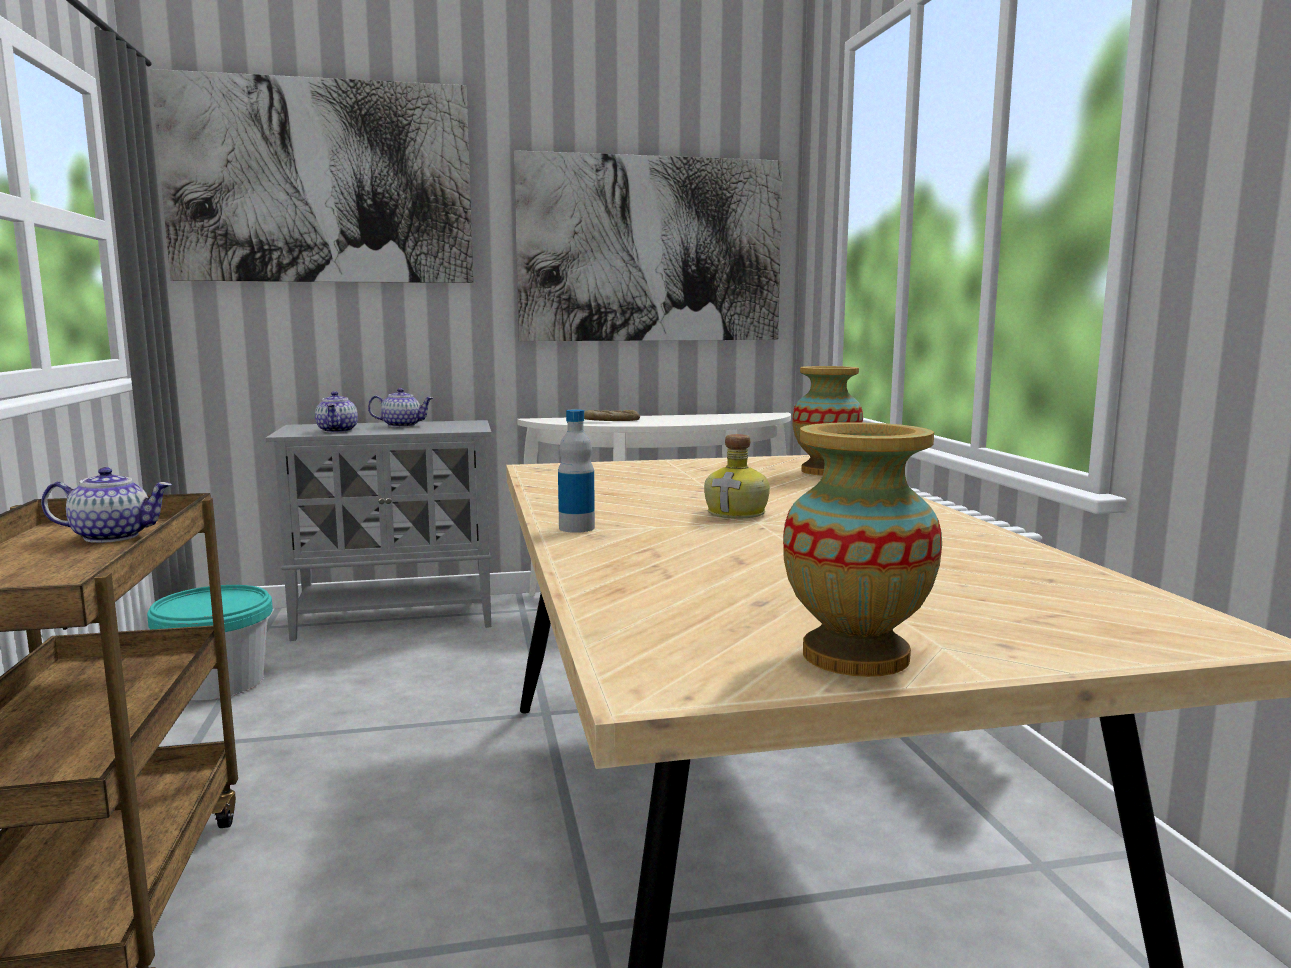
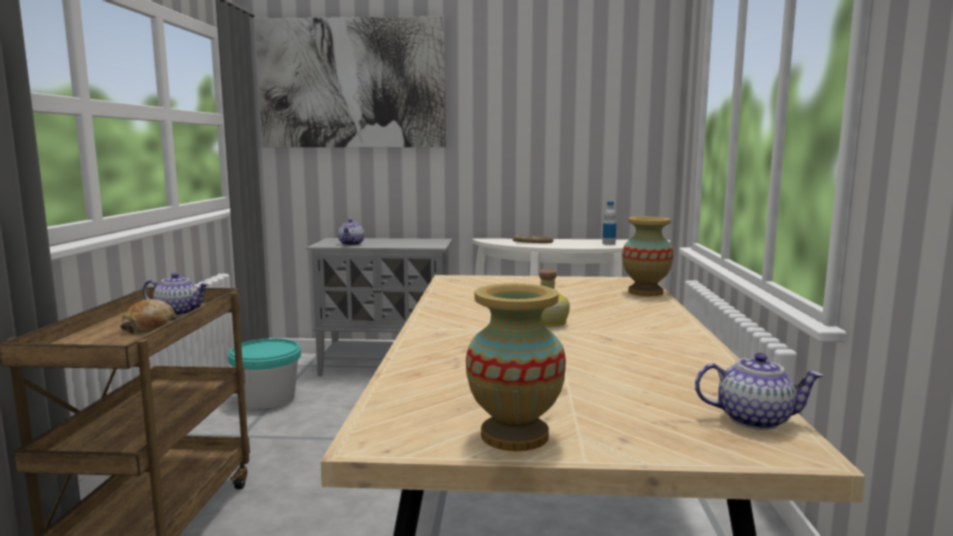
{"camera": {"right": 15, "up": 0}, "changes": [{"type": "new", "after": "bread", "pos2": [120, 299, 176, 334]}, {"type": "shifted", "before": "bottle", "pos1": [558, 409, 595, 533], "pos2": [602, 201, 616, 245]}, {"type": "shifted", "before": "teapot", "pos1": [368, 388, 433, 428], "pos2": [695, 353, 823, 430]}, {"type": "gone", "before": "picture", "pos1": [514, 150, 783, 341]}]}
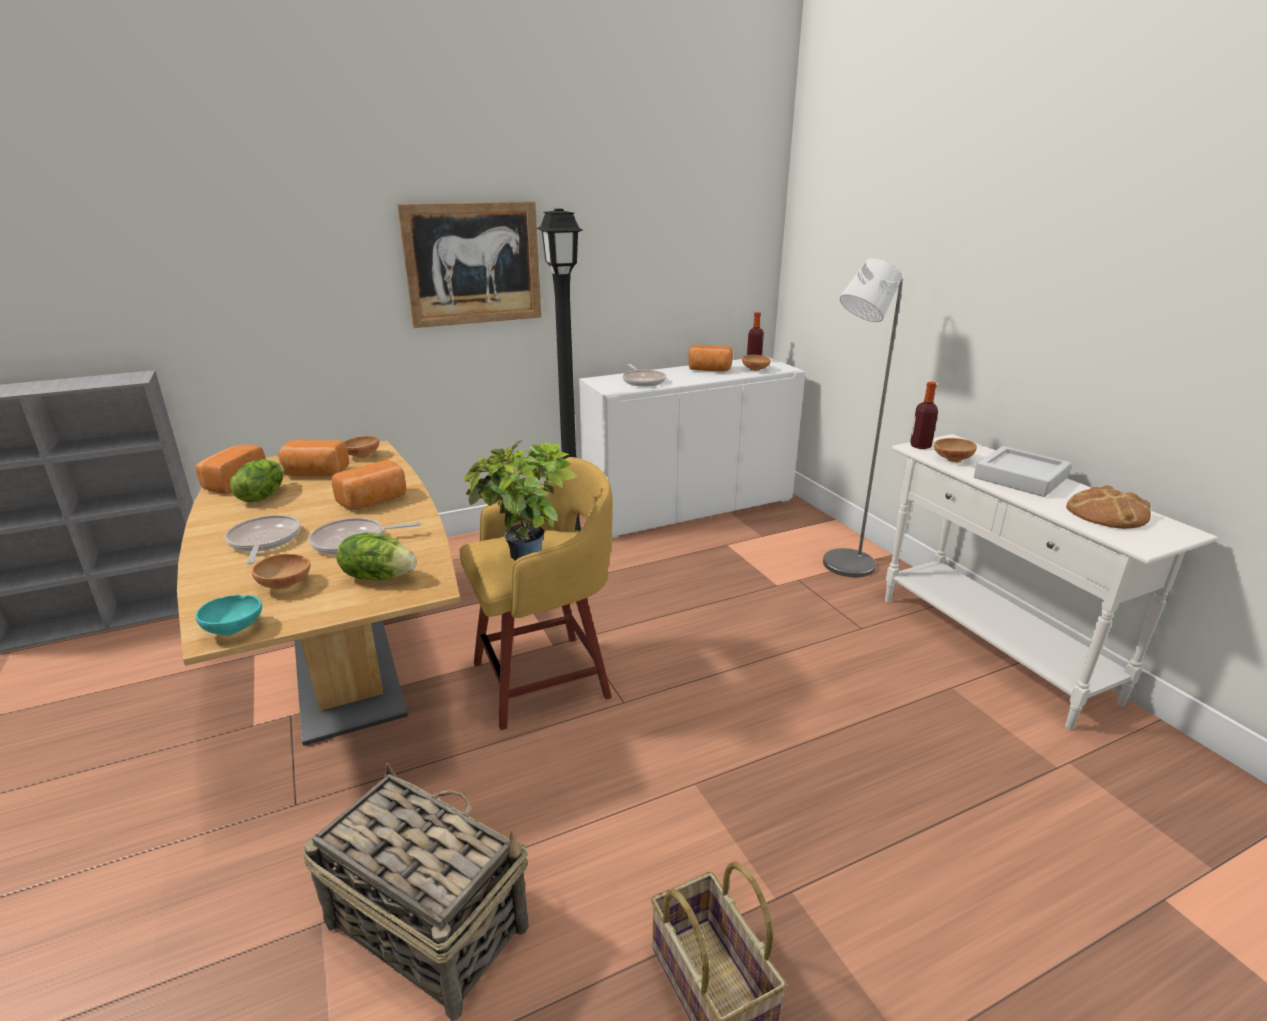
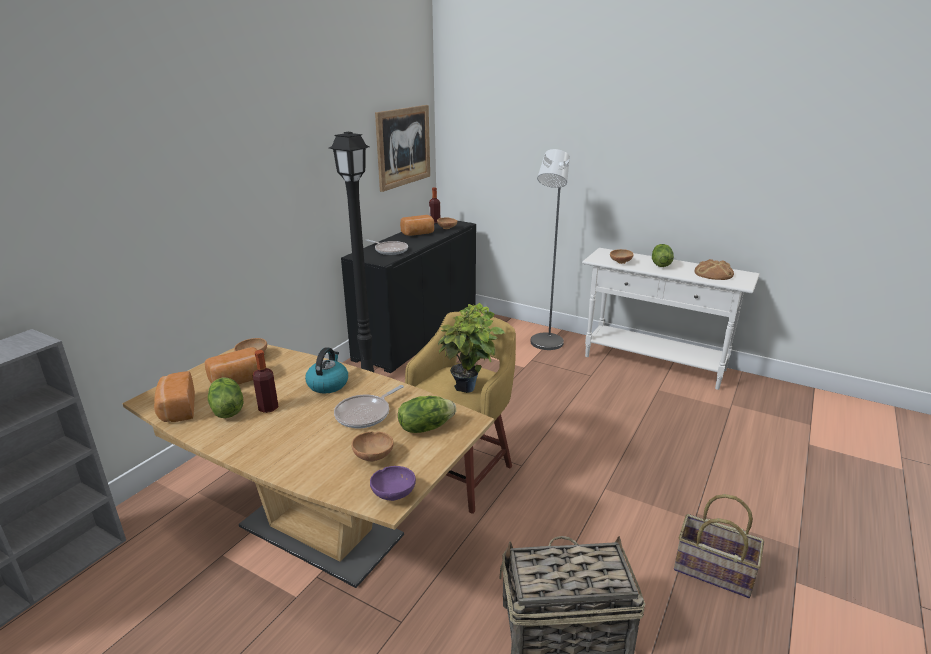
{"camera": {"right": -35, "up": 0}, "changes": [{"type": "shifted", "before": "bottle", "pos1": [910, 382, 938, 449], "pos2": [253, 350, 279, 413]}, {"type": "swapped", "before": "bread", "after": "kettle", "pos1": [332, 460, 406, 510], "pos2": [305, 347, 348, 393]}, {"type": "repainted", "before": "white cabinet", "after": "black cabinet", "pos1": [579, 356, 805, 538], "pos2": [341, 221, 476, 373]}, {"type": "repainted", "before": "turquoise bowl", "after": "purple bowl", "pos1": [196, 595, 262, 636], "pos2": [370, 466, 416, 501]}, {"type": "shifted", "before": "picture", "pos1": [397, 201, 542, 328], "pos2": [375, 105, 430, 192]}, {"type": "swapped", "before": "grey tray", "after": "lettuce", "pos1": [974, 446, 1072, 497], "pos2": [652, 244, 674, 267]}, {"type": "gone", "before": "frying pan", "pos1": [225, 515, 301, 564]}]}
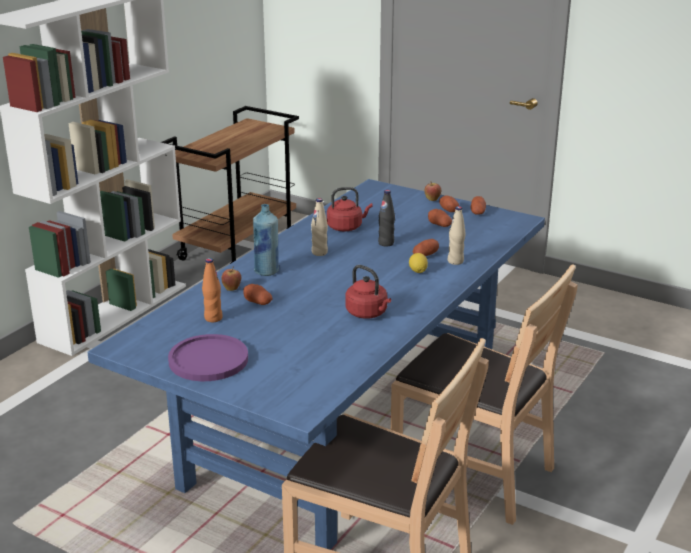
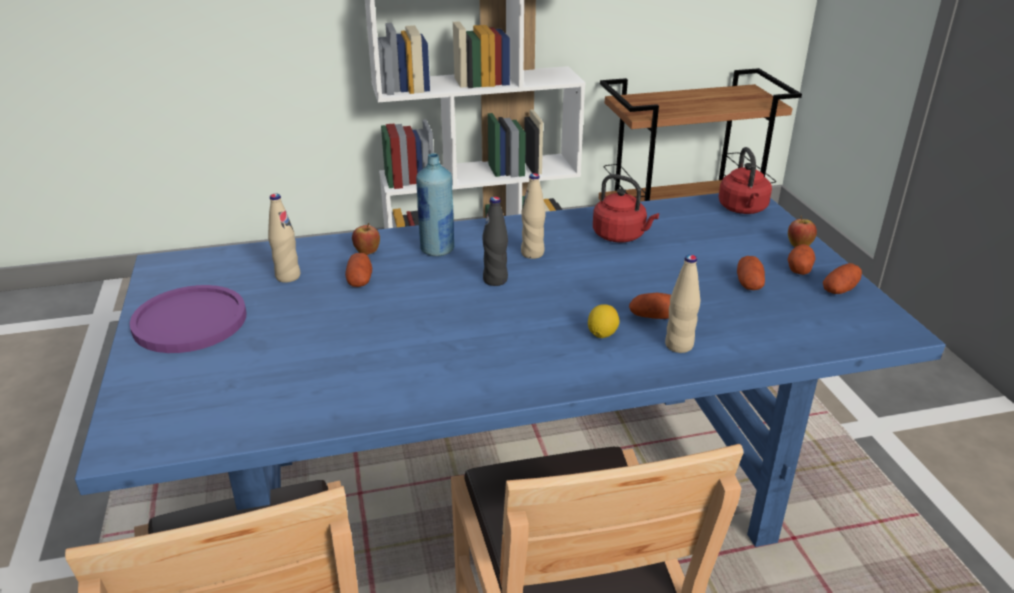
{"camera": {"right": 45, "up": 5}, "changes": [{"type": "repainted", "before": "orange bottle", "after": "beige bottle", "pos1": [202, 258, 223, 322], "pos2": [268, 194, 300, 283]}, {"type": "shifted", "before": "black bottle", "pos1": [378, 190, 395, 247], "pos2": [482, 197, 508, 286]}, {"type": "shifted", "before": "red kettle", "pos1": [346, 265, 391, 319], "pos2": [719, 147, 772, 214]}]}
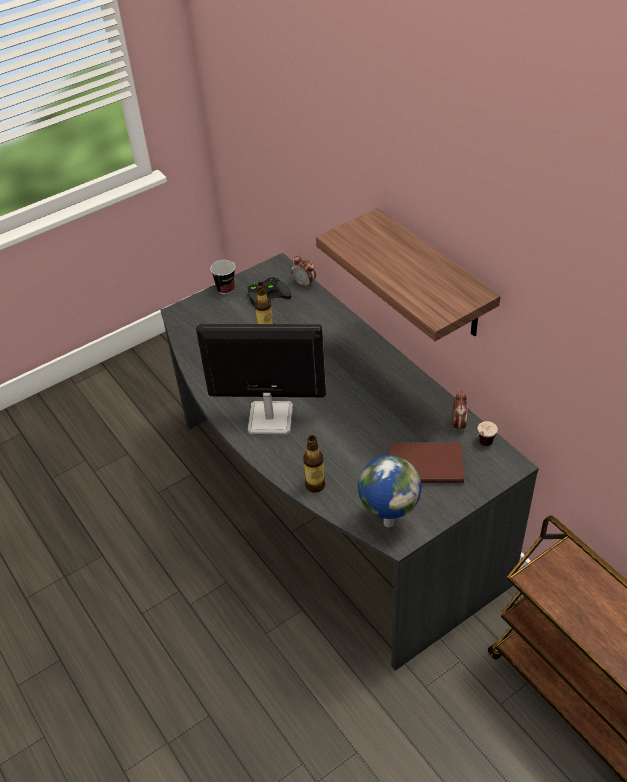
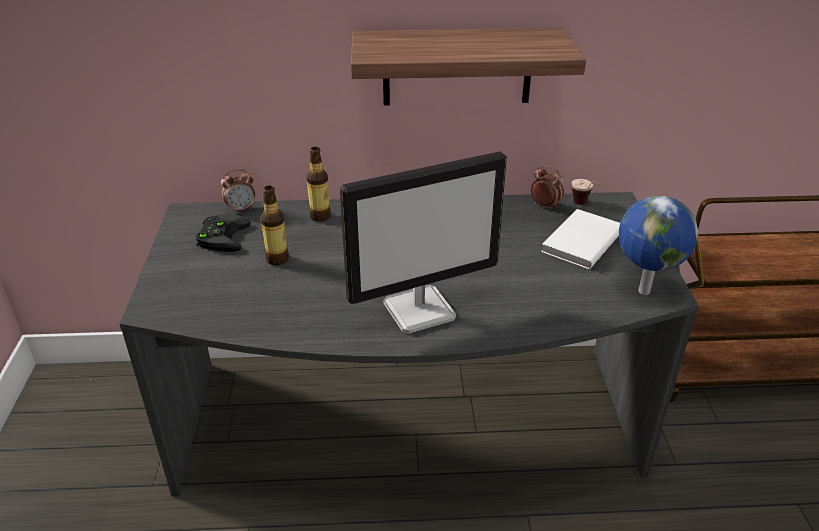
{"camera": {"right": -60, "up": -10}, "changes": [{"type": "shifted", "before": "bottle", "pos1": [303, 435, 325, 493], "pos2": [306, 147, 331, 222]}, {"type": "rotated", "before": "monitor", "pos1": [196, 324, 326, 435], "pos2": [340, 151, 507, 334], "turn": -150}, {"type": "repainted", "before": "brown book", "after": "white book", "pos1": [390, 443, 464, 483], "pos2": [541, 209, 620, 269]}, {"type": "gone", "before": "cup", "pos1": [210, 260, 235, 295]}]}
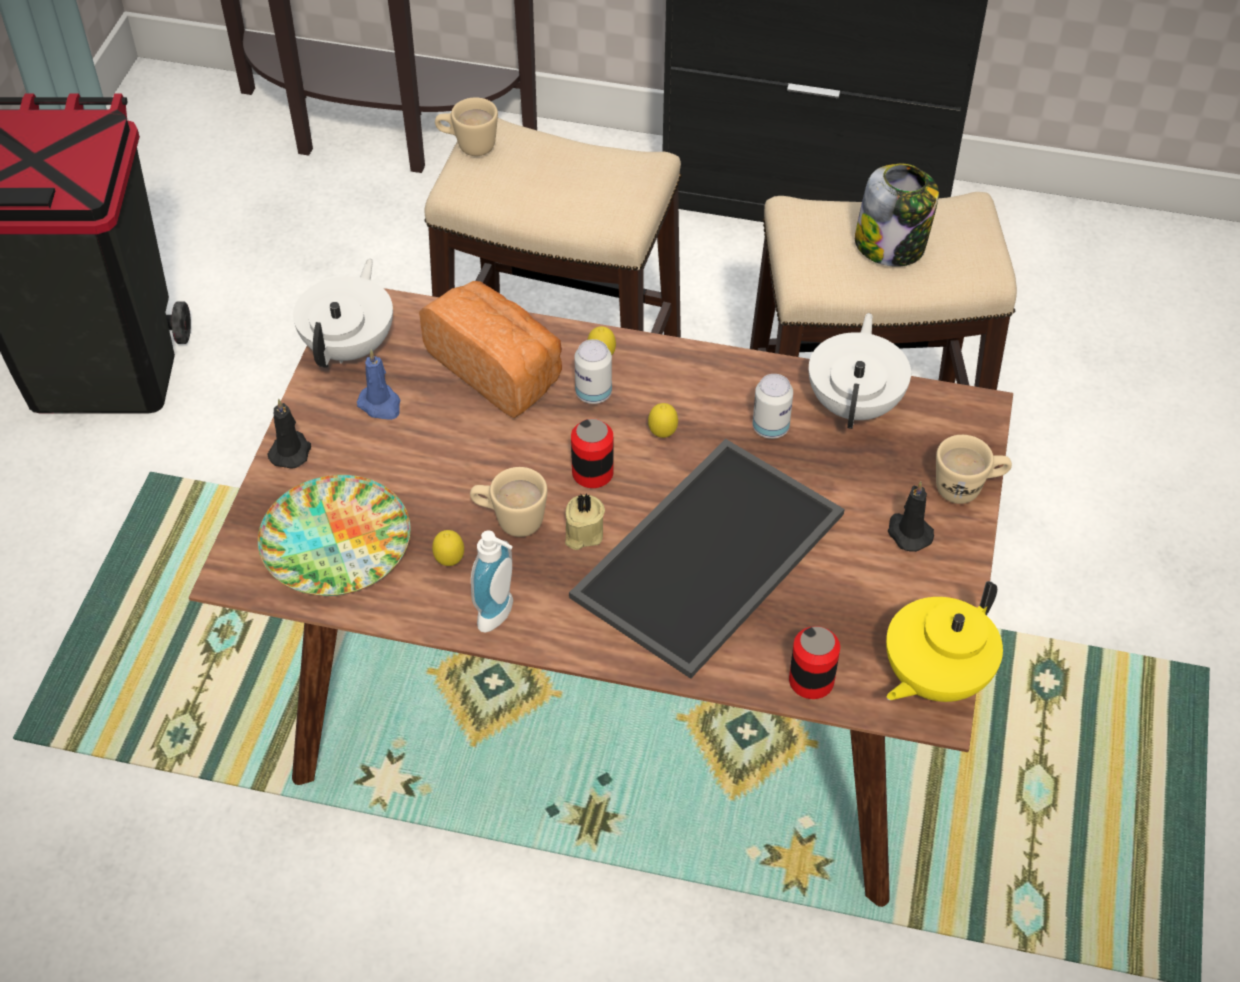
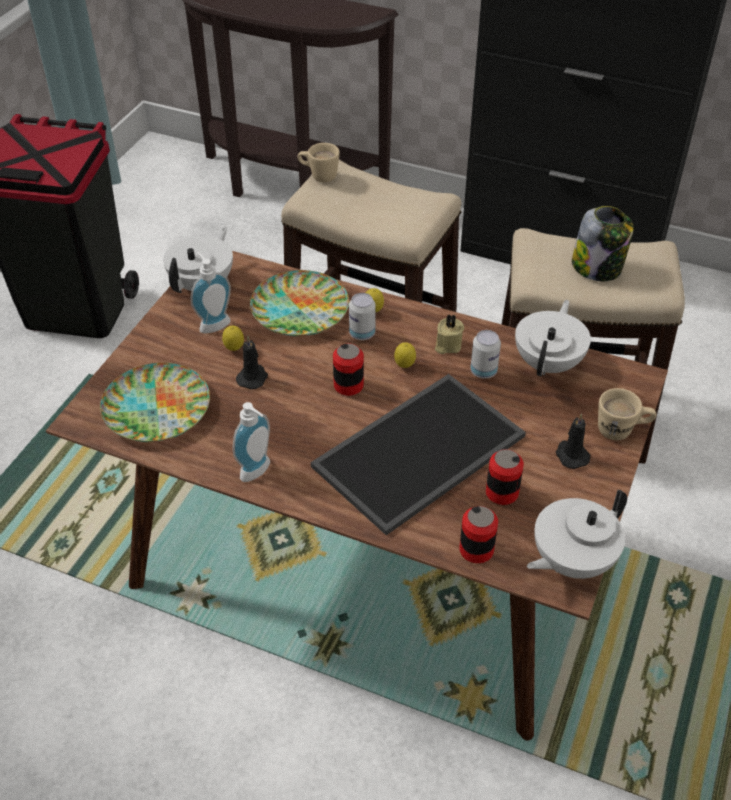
{"camera": {"right": 10, "up": -5}, "changes": [{"type": "swapped", "before": "blue candle", "after": "soap dispenser", "pos1": [357, 350, 400, 420], "pos2": [191, 252, 231, 334]}, {"type": "shifted", "before": "lemon", "pos1": [432, 530, 464, 566], "pos2": [222, 326, 244, 351]}, {"type": "shifted", "before": "black candle", "pos1": [268, 399, 311, 469], "pos2": [236, 336, 268, 389]}, {"type": "swapped", "before": "bread", "after": "plate", "pos1": [419, 281, 562, 418], "pos2": [250, 270, 349, 336]}, {"type": "shifted", "before": "beige candle", "pos1": [565, 493, 605, 550], "pos2": [435, 314, 464, 354]}, {"type": "new", "after": "can", "pos2": [486, 449, 524, 505]}, {"type": "repainted", "before": "yellow teapot", "after": "white teapot", "pos1": [886, 581, 1003, 702], "pos2": [527, 490, 627, 579]}, {"type": "gone", "before": "beige mug", "pos1": [470, 467, 547, 537]}]}
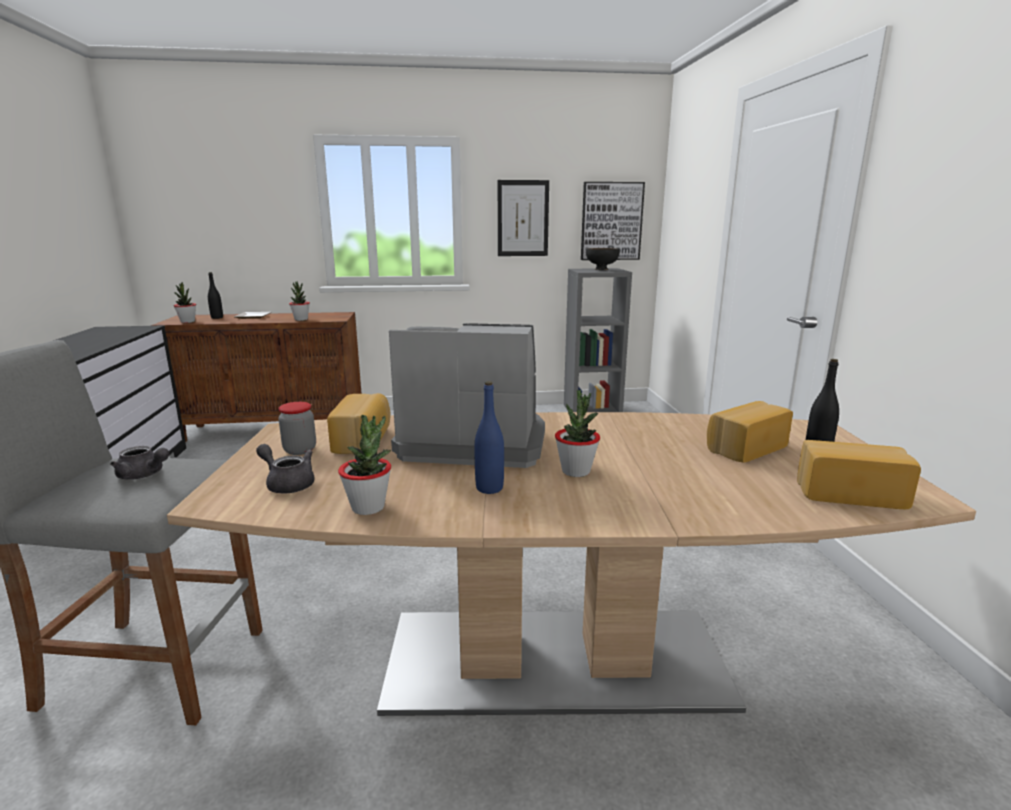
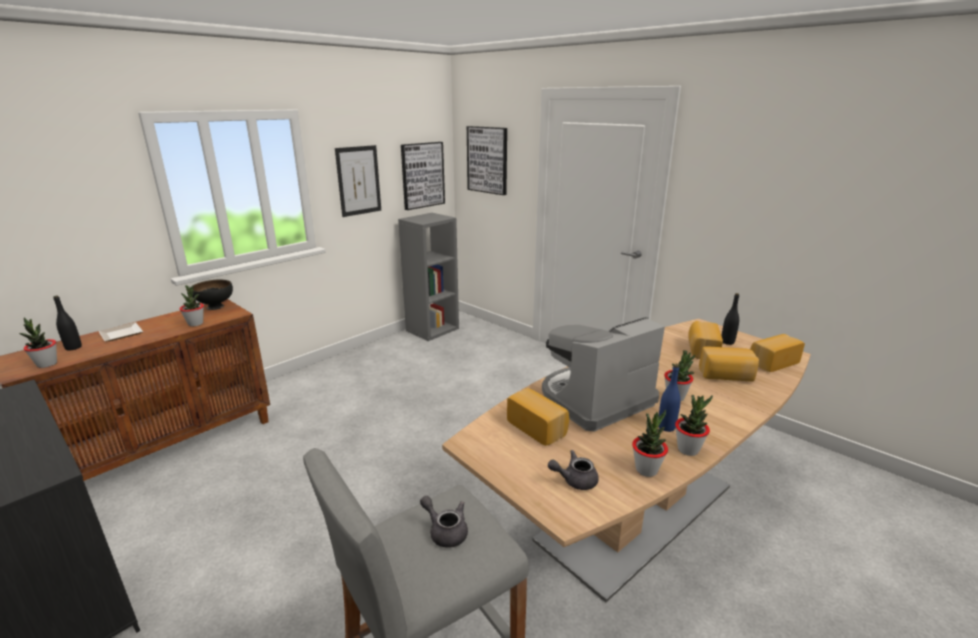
{"camera": {"right": -40, "up": 5}, "changes": [{"type": "shifted", "before": "black bowl", "pos1": [586, 248, 620, 270], "pos2": [191, 280, 233, 310]}, {"type": "rotated", "before": "grey teapot", "pos1": [110, 446, 169, 480], "pos2": [420, 496, 468, 548], "turn": -120}, {"type": "new", "after": "picture", "pos2": [467, 126, 507, 195]}, {"type": "new", "after": "potted plant", "pos2": [675, 395, 713, 456]}, {"type": "new", "after": "bread", "pos2": [699, 346, 759, 382]}, {"type": "gone", "before": "jar", "pos1": [278, 402, 316, 455]}]}
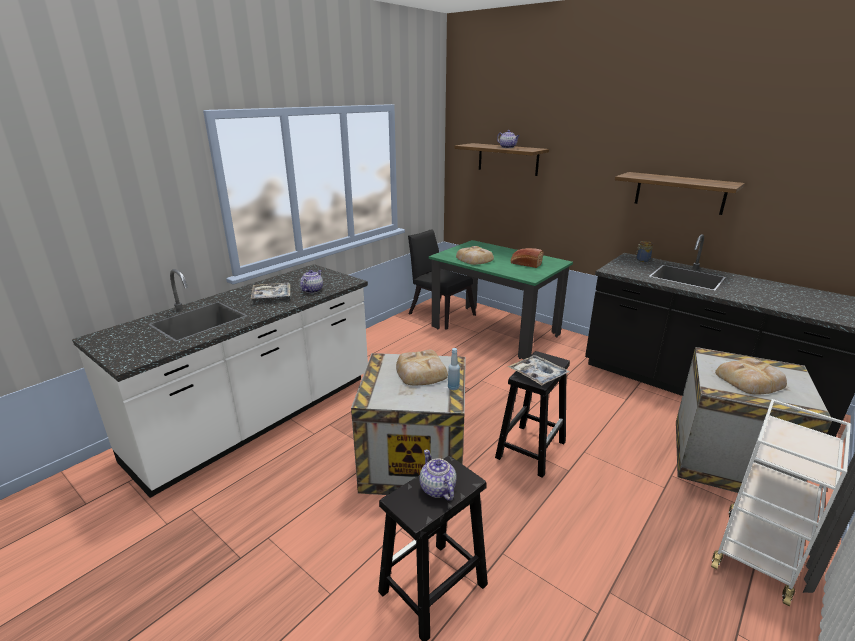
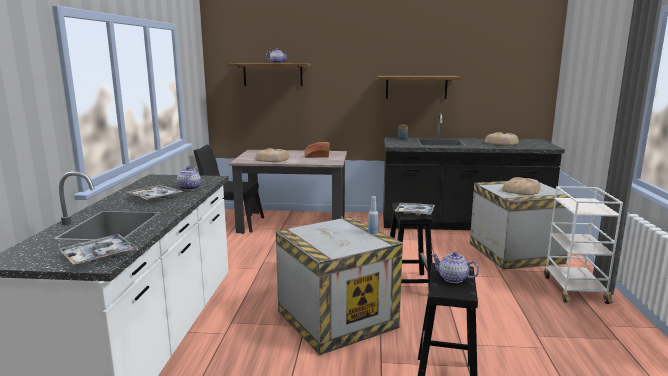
{"camera": {"right": -35, "up": -10}, "changes": [{"type": "new", "after": "tray", "pos2": [59, 234, 138, 265]}, {"type": "repainted", "before": "green dining table", "after": "beige dining table", "pos1": [429, 240, 573, 359], "pos2": [229, 150, 347, 234]}, {"type": "shifted", "before": "bread", "pos1": [396, 350, 448, 385], "pos2": [484, 132, 519, 146]}]}
